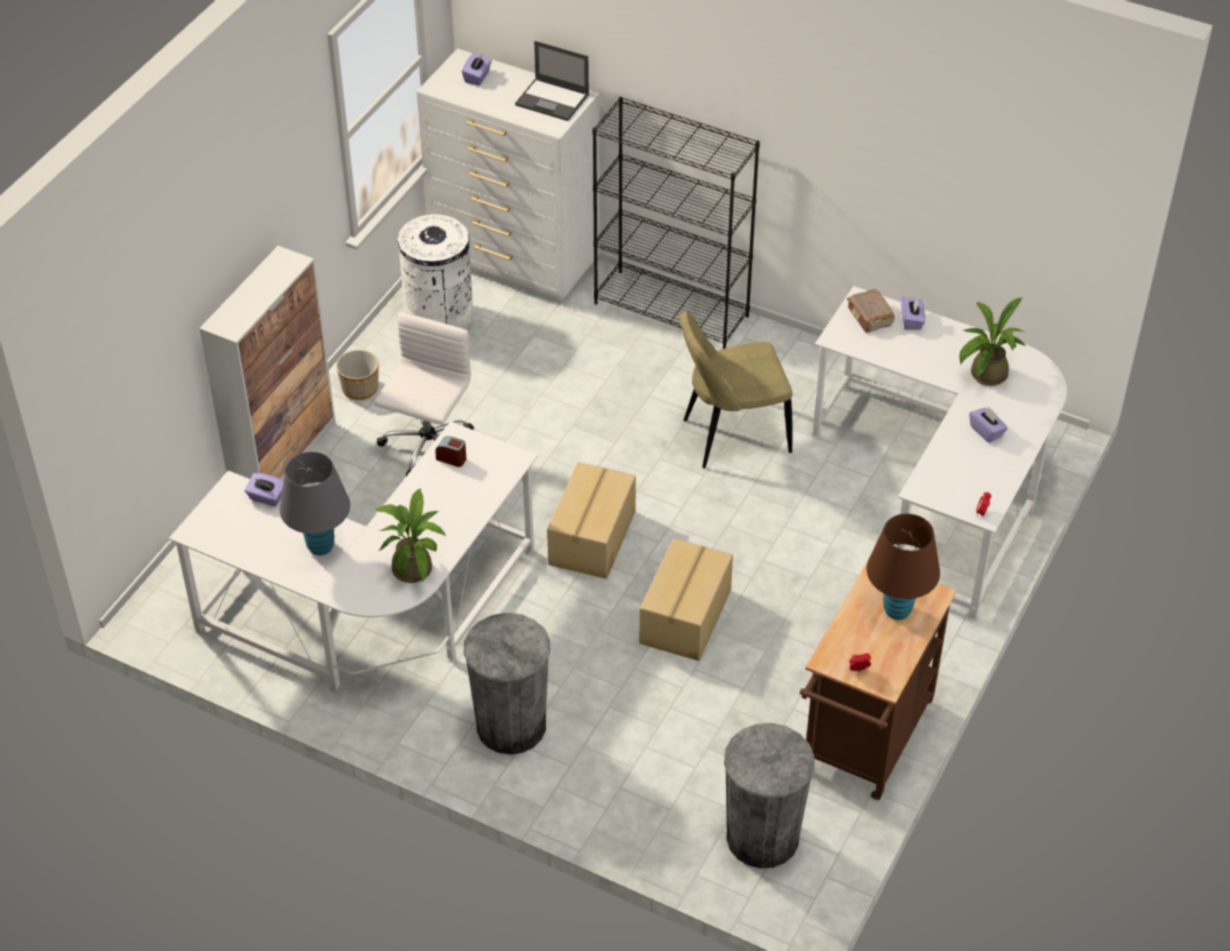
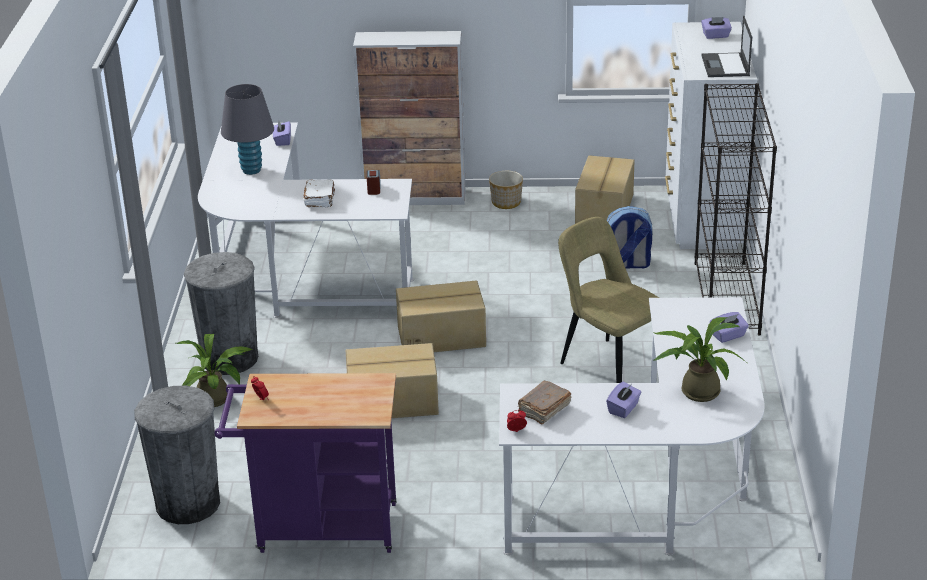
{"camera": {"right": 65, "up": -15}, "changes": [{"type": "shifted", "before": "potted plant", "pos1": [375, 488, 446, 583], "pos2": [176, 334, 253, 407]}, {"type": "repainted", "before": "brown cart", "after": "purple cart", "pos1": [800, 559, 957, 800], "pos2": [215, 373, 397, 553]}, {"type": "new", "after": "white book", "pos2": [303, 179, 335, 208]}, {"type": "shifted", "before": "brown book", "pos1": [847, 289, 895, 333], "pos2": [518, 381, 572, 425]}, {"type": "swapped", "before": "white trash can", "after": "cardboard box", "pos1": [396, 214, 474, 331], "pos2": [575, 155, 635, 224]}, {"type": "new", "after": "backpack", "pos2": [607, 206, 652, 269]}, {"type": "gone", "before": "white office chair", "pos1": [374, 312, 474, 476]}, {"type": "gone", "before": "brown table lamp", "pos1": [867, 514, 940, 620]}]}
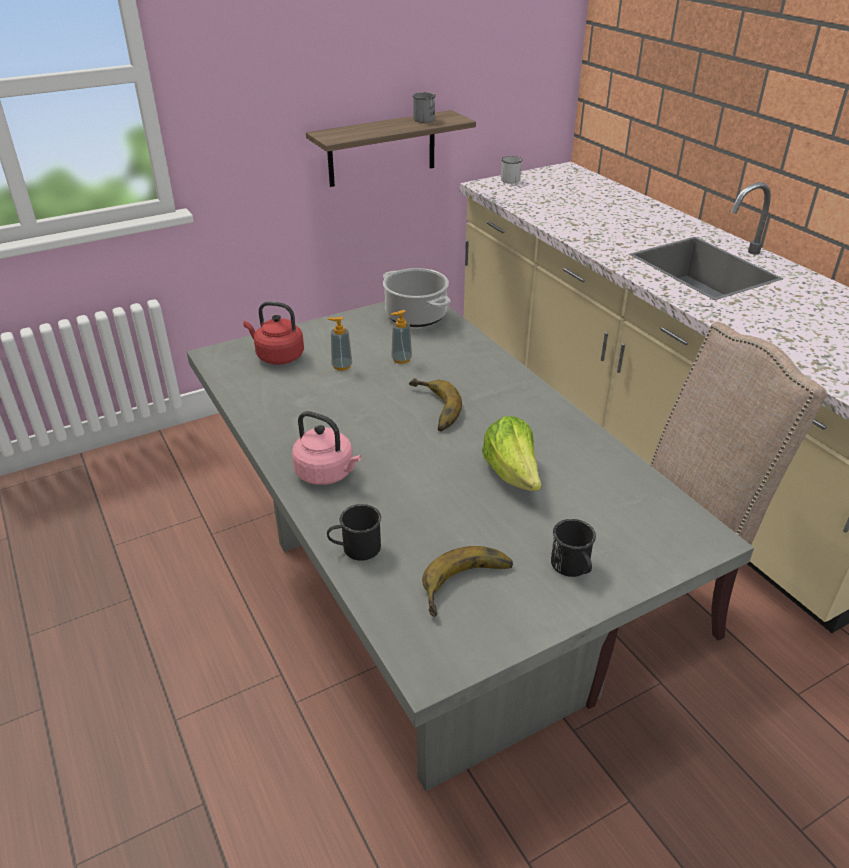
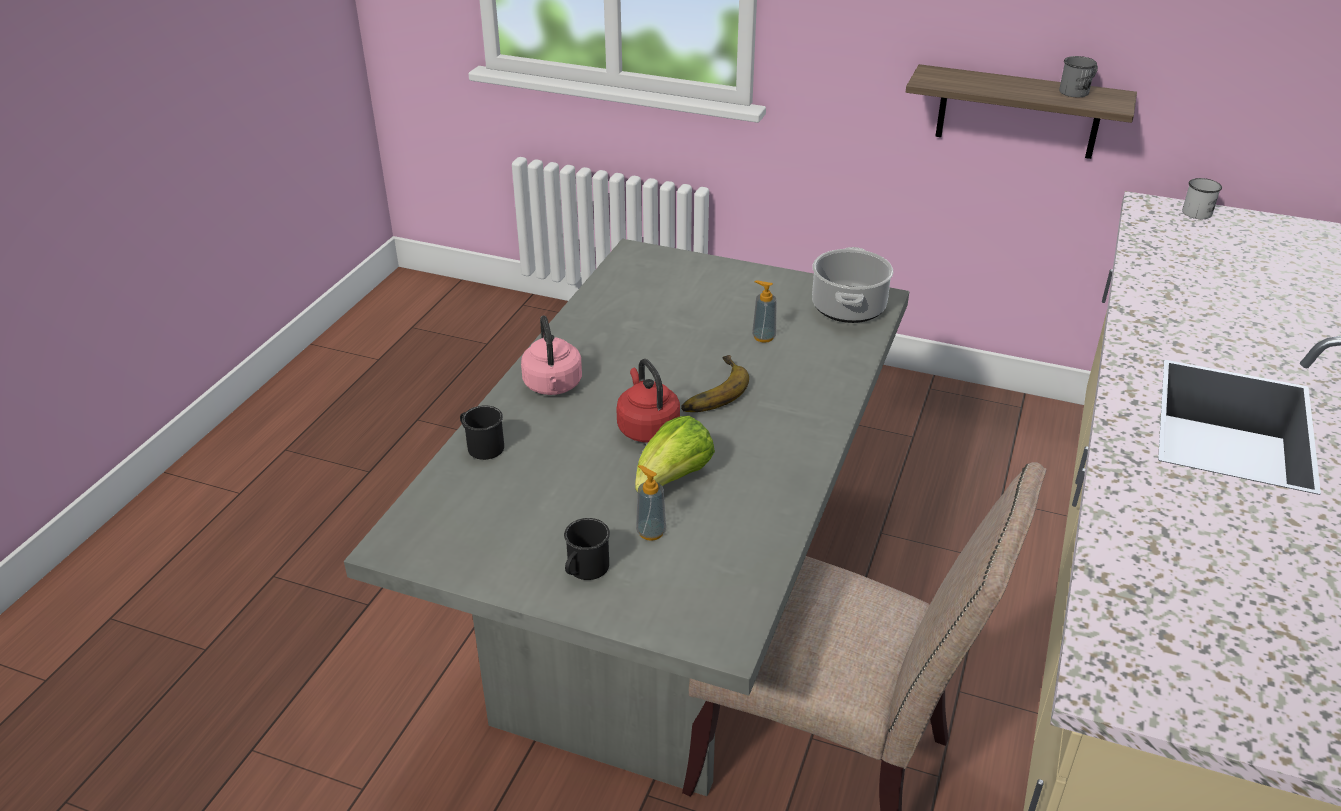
{"camera": {"right": 50, "up": 0}, "changes": [{"type": "shifted", "before": "red kettle", "pos1": [243, 301, 304, 365], "pos2": [616, 359, 680, 443]}, {"type": "shifted", "before": "soap dispenser", "pos1": [327, 317, 352, 371], "pos2": [636, 465, 666, 541]}, {"type": "gone", "before": "banana", "pos1": [422, 546, 513, 617]}]}
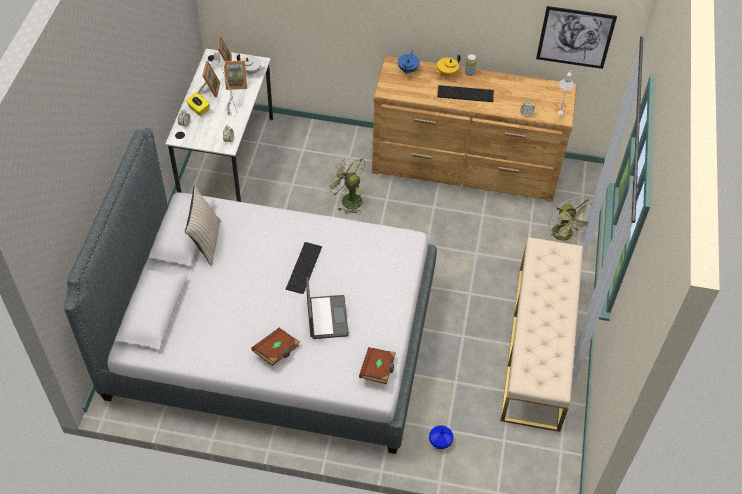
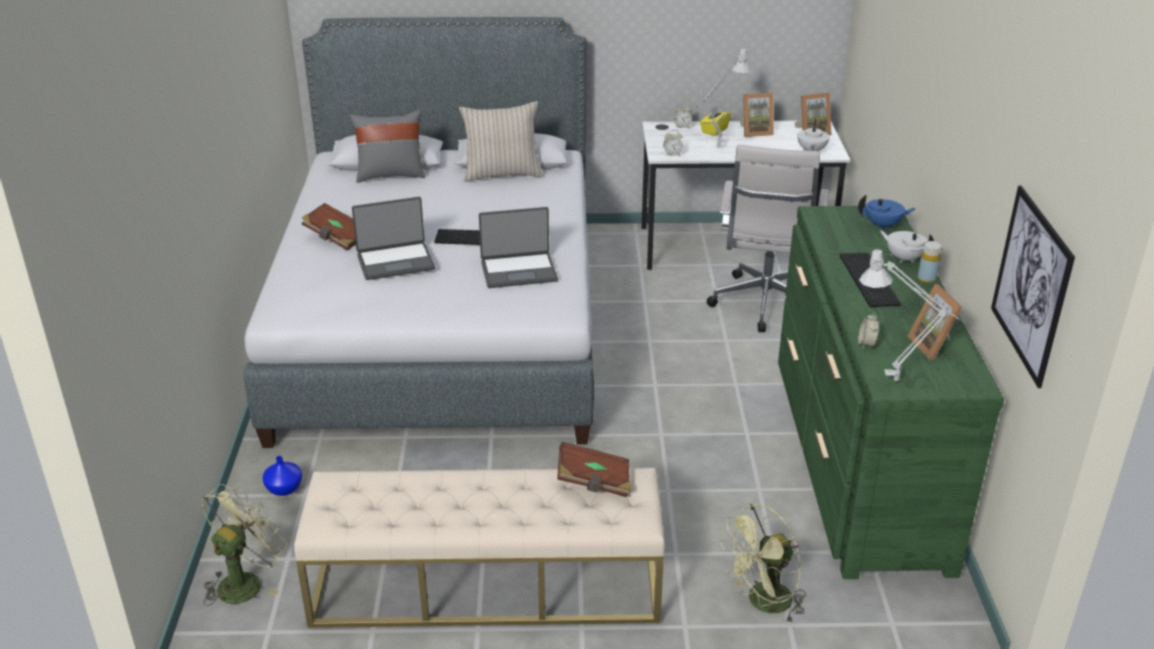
{"camera": {"right": 80, "up": -20}, "changes": [{"type": "shifted", "before": "green fan", "pos1": [326, 154, 365, 214], "pos2": [201, 484, 287, 606]}, {"type": "new", "after": "grey pillow", "pos2": [349, 110, 425, 183]}, {"type": "new", "after": "laptop", "pos2": [479, 207, 558, 288]}, {"type": "shifted", "before": "brown book", "pos1": [359, 347, 396, 384], "pos2": [557, 442, 631, 497]}, {"type": "new", "after": "white office chair", "pos2": [707, 145, 829, 332]}, {"type": "repainted", "before": "brown dresser", "after": "green dresser", "pos1": [372, 56, 577, 202], "pos2": [778, 206, 1004, 579]}, {"type": "repainted", "before": "yellow teapot", "after": "white teapot", "pos1": [434, 54, 460, 77], "pos2": [880, 230, 934, 263]}, {"type": "shifted", "before": "picture frame", "pos1": [224, 61, 247, 90], "pos2": [908, 284, 962, 360]}]}
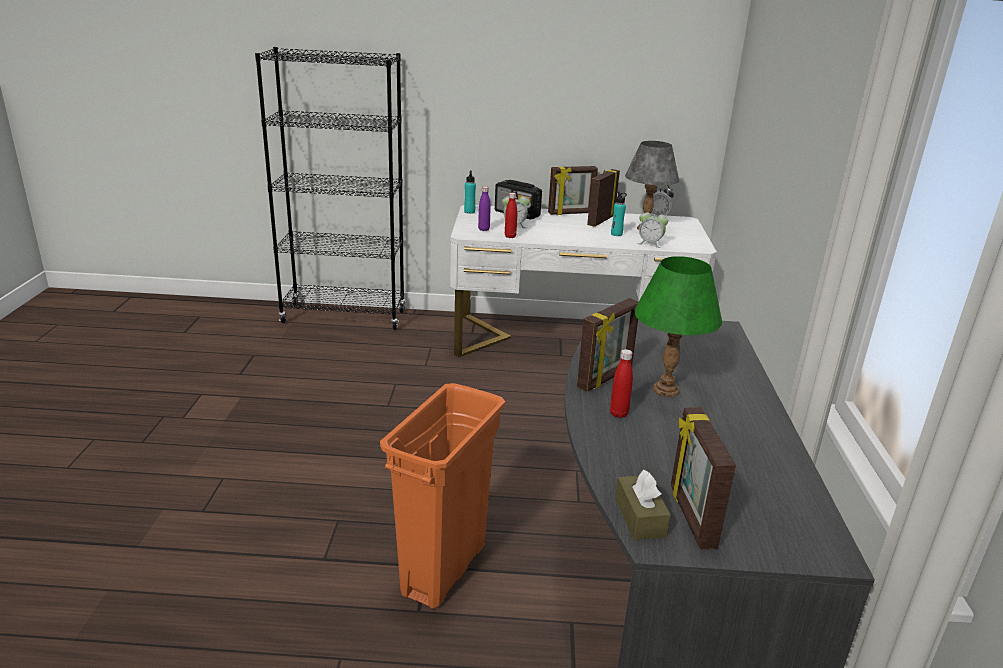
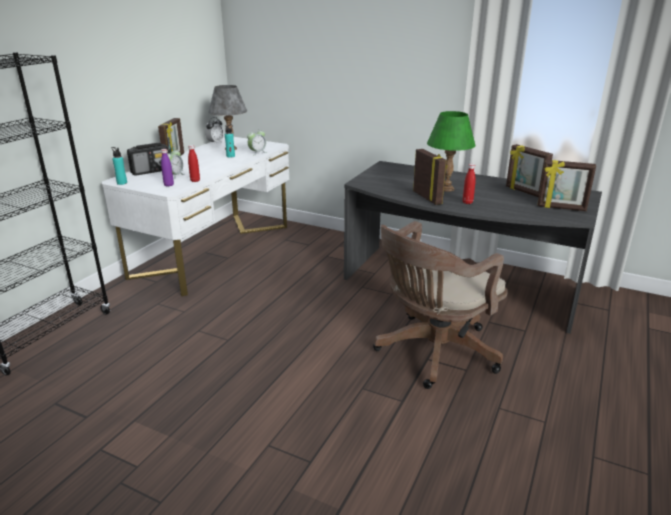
{"camera": {"right": -65, "up": 0}, "changes": [{"type": "swapped", "before": "orange trash can", "after": "brown office chair", "pos1": [380, 383, 505, 609], "pos2": [373, 221, 508, 389]}, {"type": "shifted", "before": "picture frame", "pos1": [587, 169, 620, 227], "pos2": [506, 144, 553, 197]}, {"type": "gone", "before": "brown tissue box", "pos1": [615, 469, 671, 540]}]}
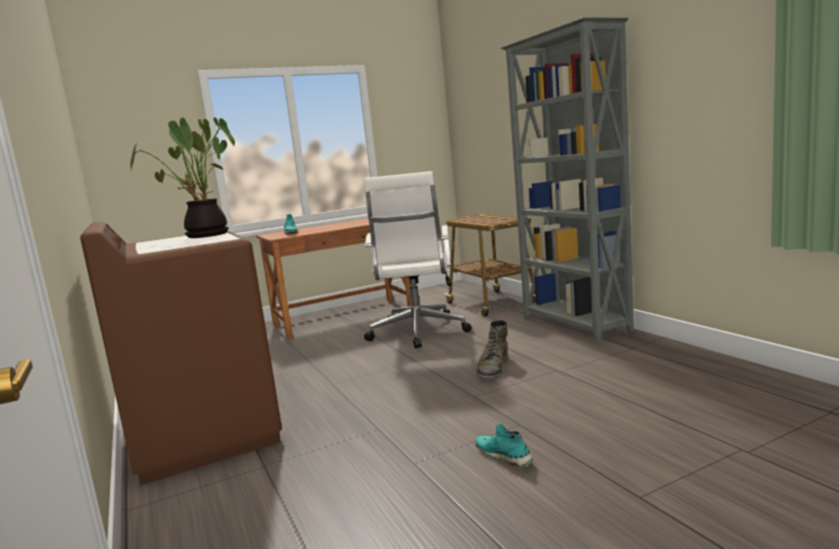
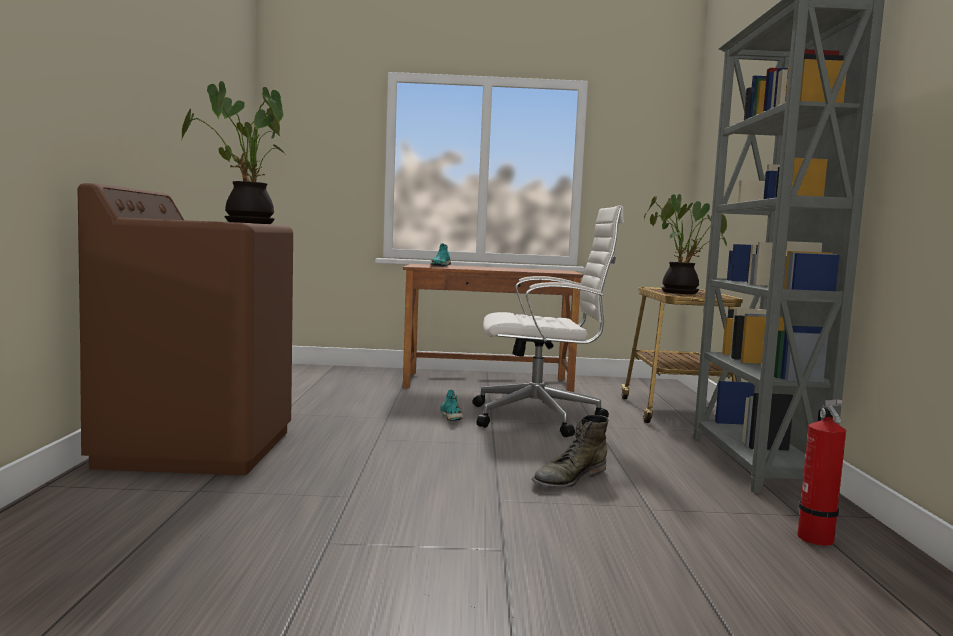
{"camera": {"right": 25, "up": -5}, "changes": [{"type": "shifted", "before": "turquoise shoe", "pos1": [476, 424, 533, 468], "pos2": [440, 390, 463, 421]}, {"type": "rotated", "before": "white office chair", "pos1": [364, 171, 472, 348], "pos2": [472, 205, 624, 437], "turn": -120}, {"type": "new", "after": "potted plant", "pos2": [644, 194, 727, 294]}, {"type": "new", "after": "fire extinguisher", "pos2": [797, 399, 846, 546]}]}
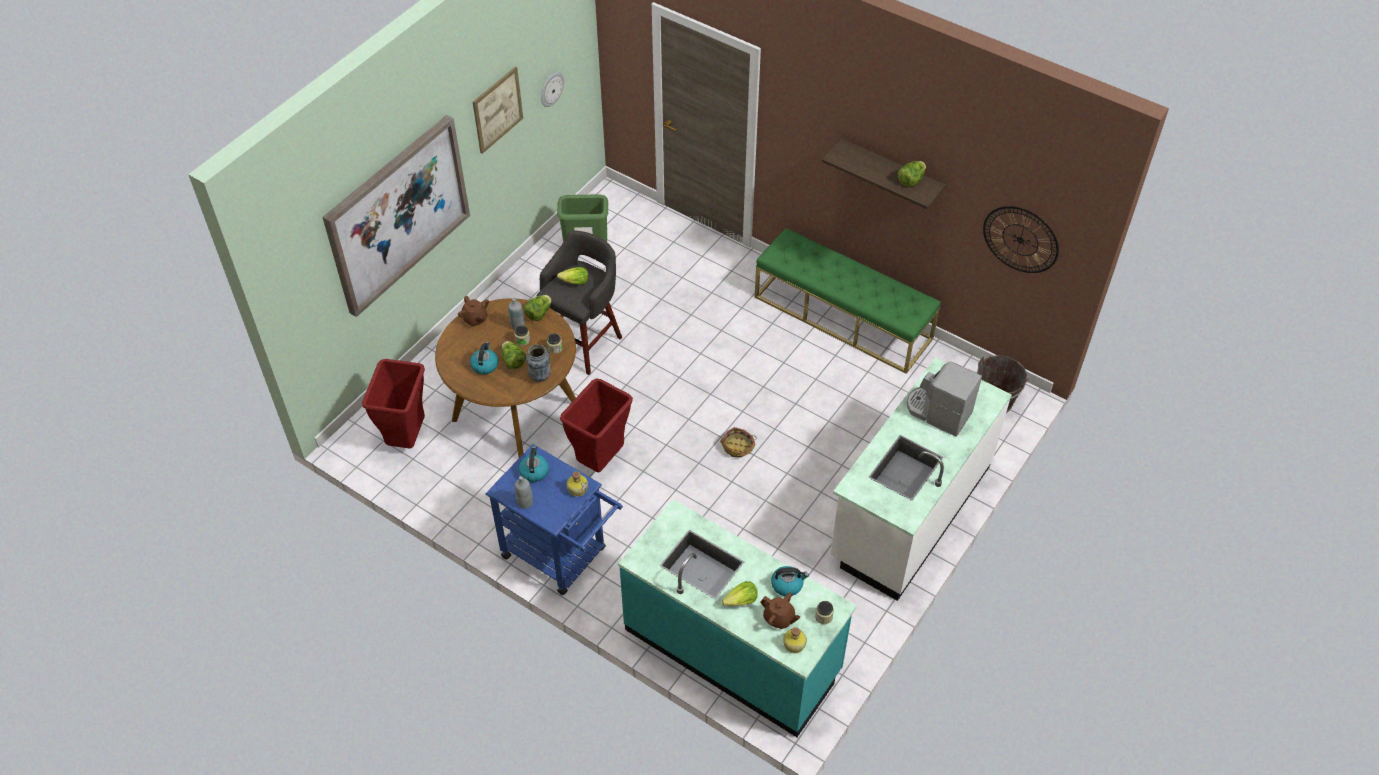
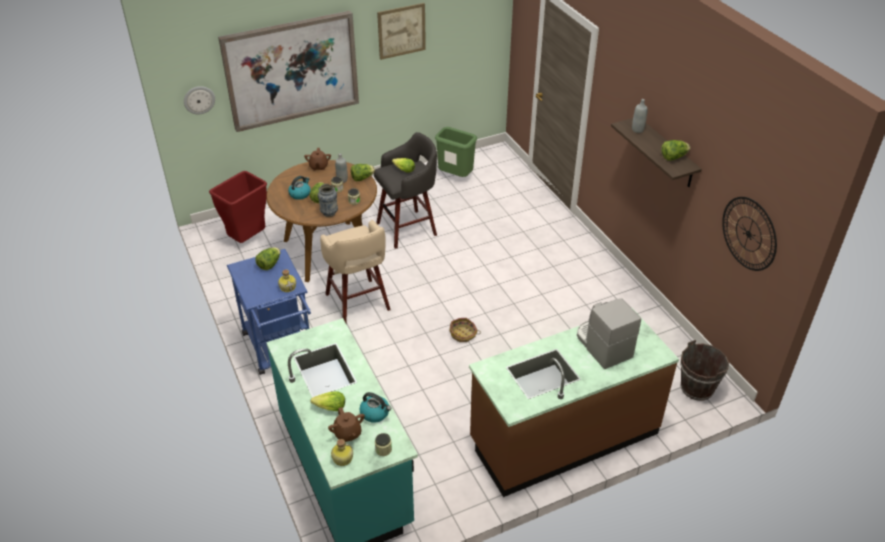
{"camera": {"right": 30, "up": -10}, "changes": [{"type": "shifted", "before": "wall clock", "pos1": [541, 72, 564, 107], "pos2": [184, 86, 215, 114]}, {"type": "swapped", "before": "kettle", "after": "lettuce", "pos1": [519, 446, 549, 482], "pos2": [255, 247, 280, 270]}, {"type": "swapped", "before": "red trash can", "after": "beige stool", "pos1": [560, 378, 633, 472], "pos2": [320, 220, 391, 323]}, {"type": "repainted", "before": "white counter", "after": "brown counter", "pos1": [830, 357, 1012, 601], "pos2": [469, 307, 679, 497]}, {"type": "shifted", "before": "grey bottle", "pos1": [515, 476, 533, 509], "pos2": [632, 99, 648, 133]}, {"type": "gone", "before": "green bench", "pos1": [755, 228, 941, 374]}]}
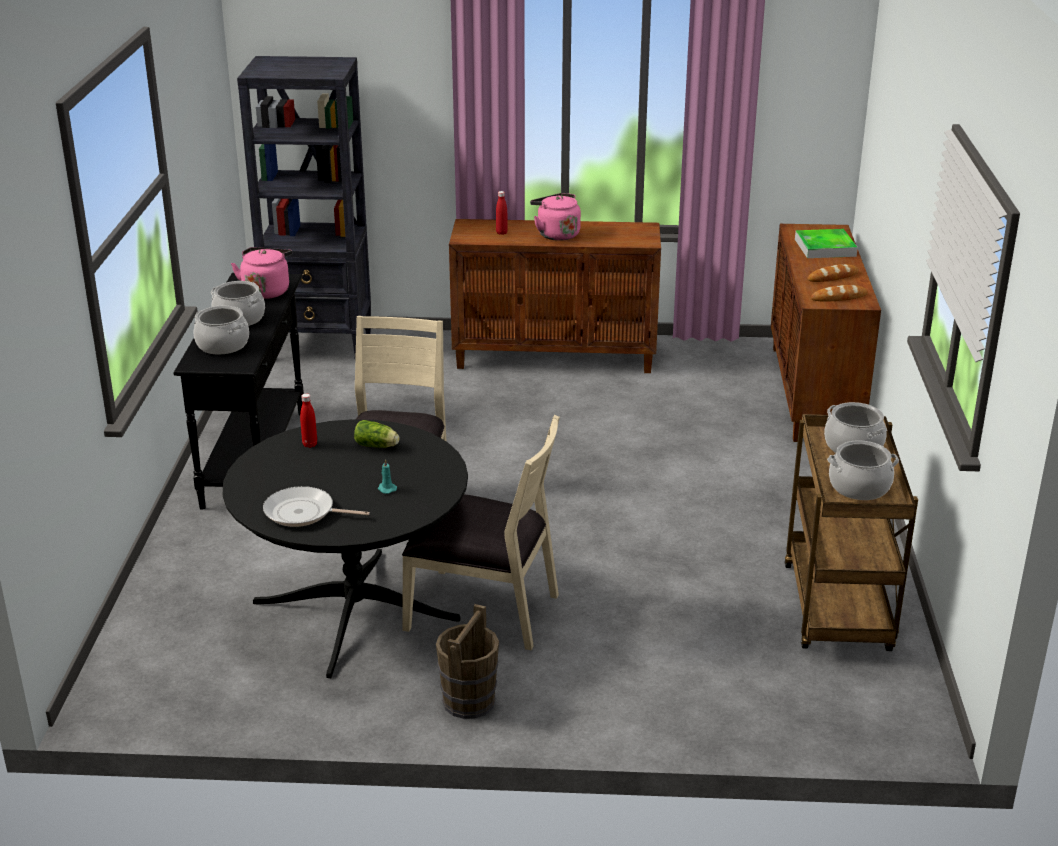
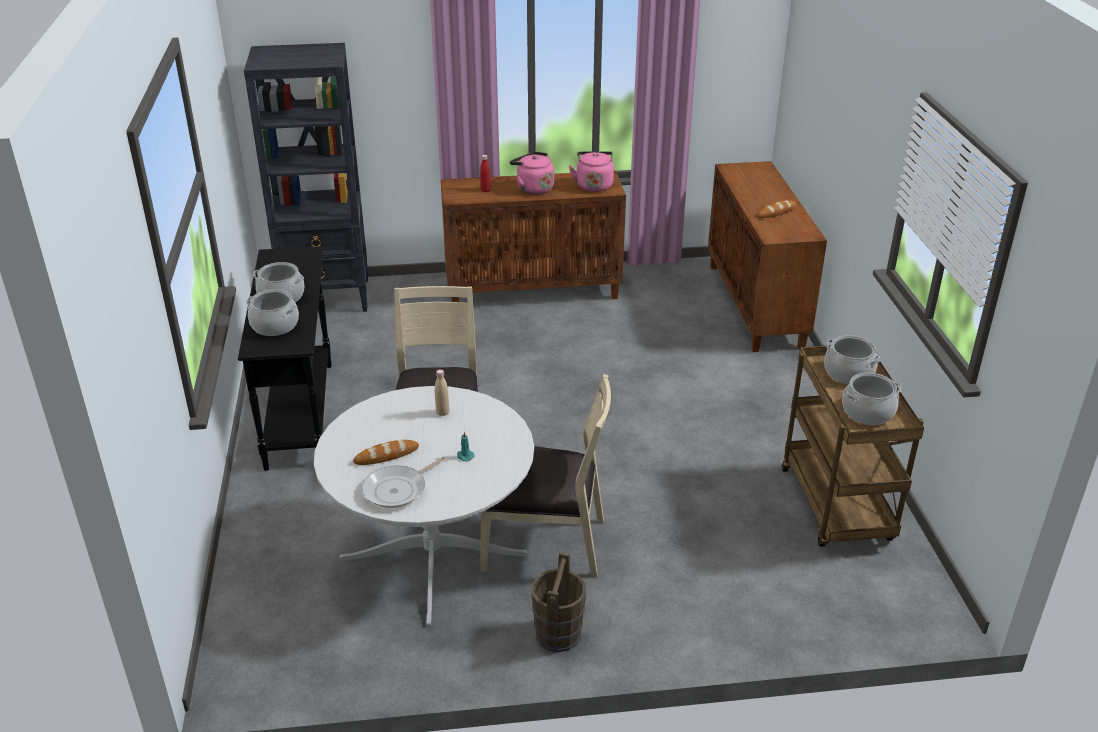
{"camera": {"right": -10, "up": 5}, "changes": [{"type": "repainted", "before": "black dining table", "after": "white dining table", "pos1": [223, 419, 468, 678], "pos2": [314, 386, 534, 627]}, {"type": "shifted", "before": "bread", "pos1": [811, 285, 868, 302], "pos2": [353, 440, 419, 465]}, {"type": "rotated", "before": "frying pan", "pos1": [263, 486, 370, 527], "pos2": [362, 456, 446, 508], "turn": -45}, {"type": "swapped", "before": "lettuce", "after": "beige bottle", "pos1": [354, 420, 400, 448], "pos2": [435, 369, 449, 416]}, {"type": "shifted", "before": "pink kettle", "pos1": [231, 247, 292, 299], "pos2": [569, 152, 614, 192]}, {"type": "gone", "before": "red bottle", "pos1": [300, 394, 317, 448]}, {"type": "gone", "before": "tray", "pos1": [795, 229, 858, 258]}]}
